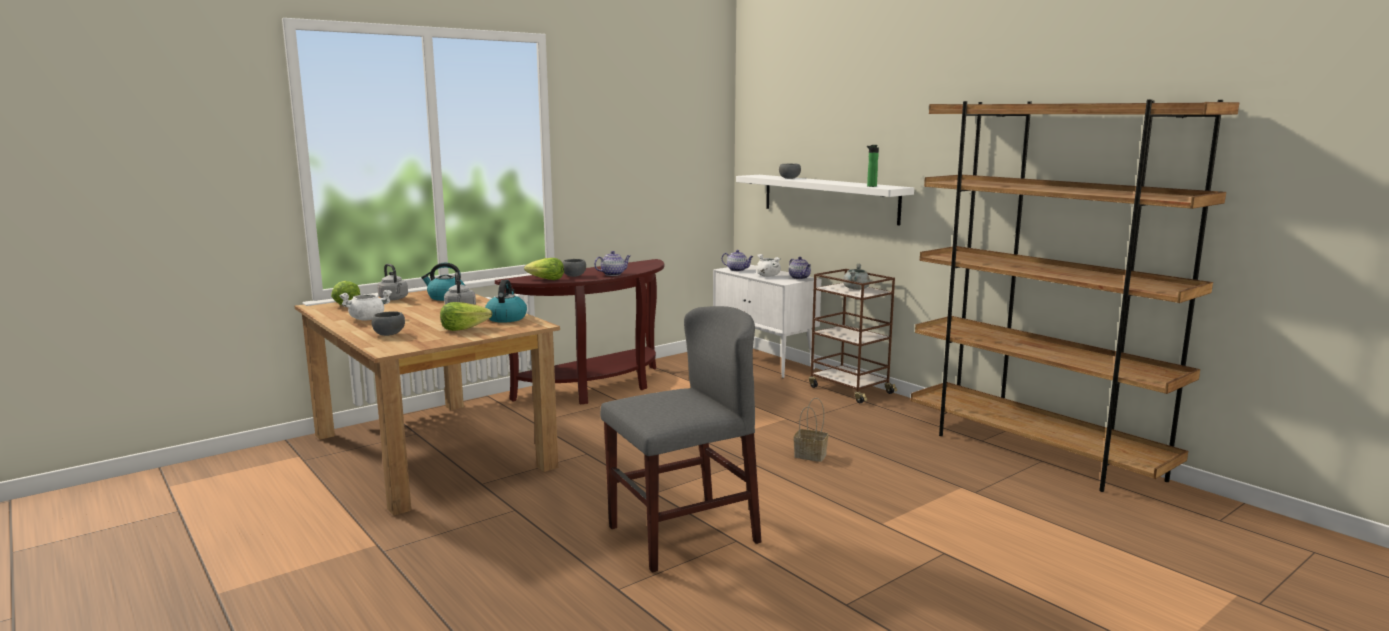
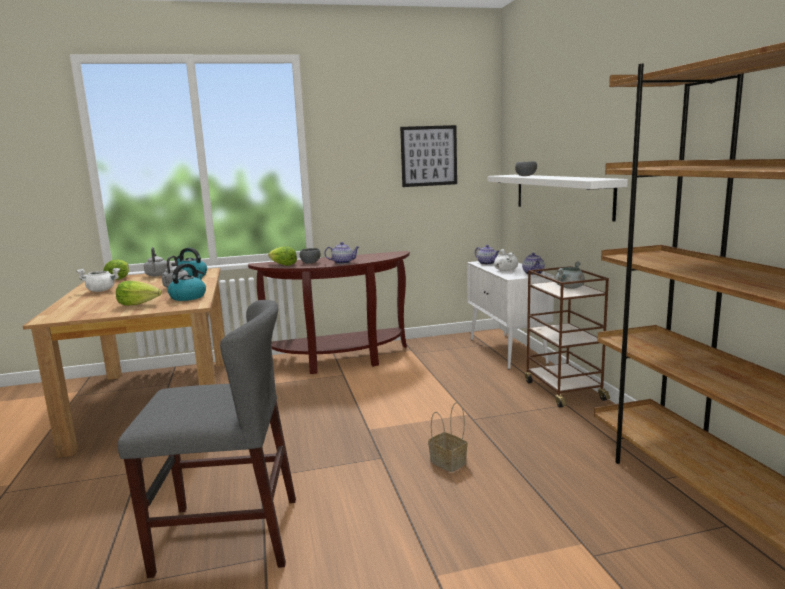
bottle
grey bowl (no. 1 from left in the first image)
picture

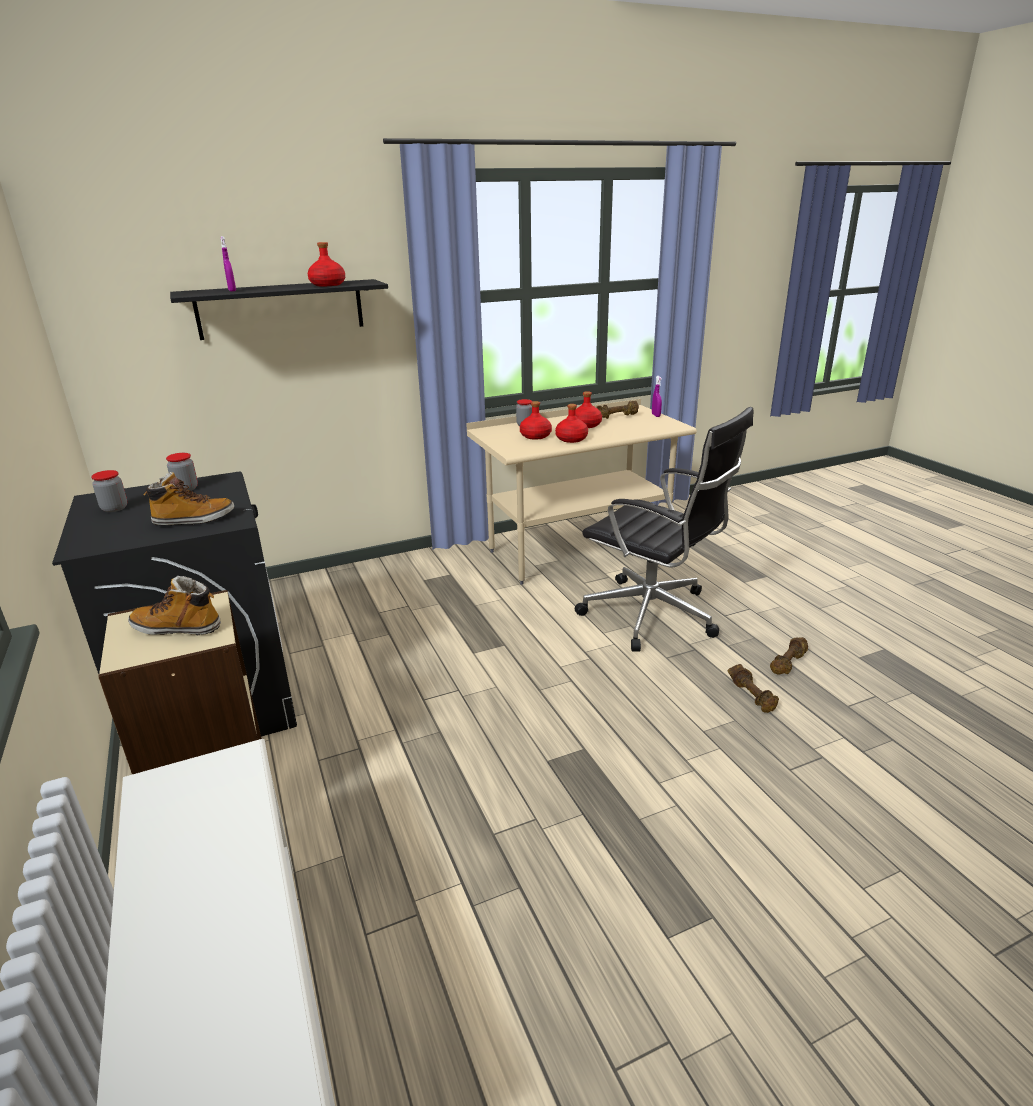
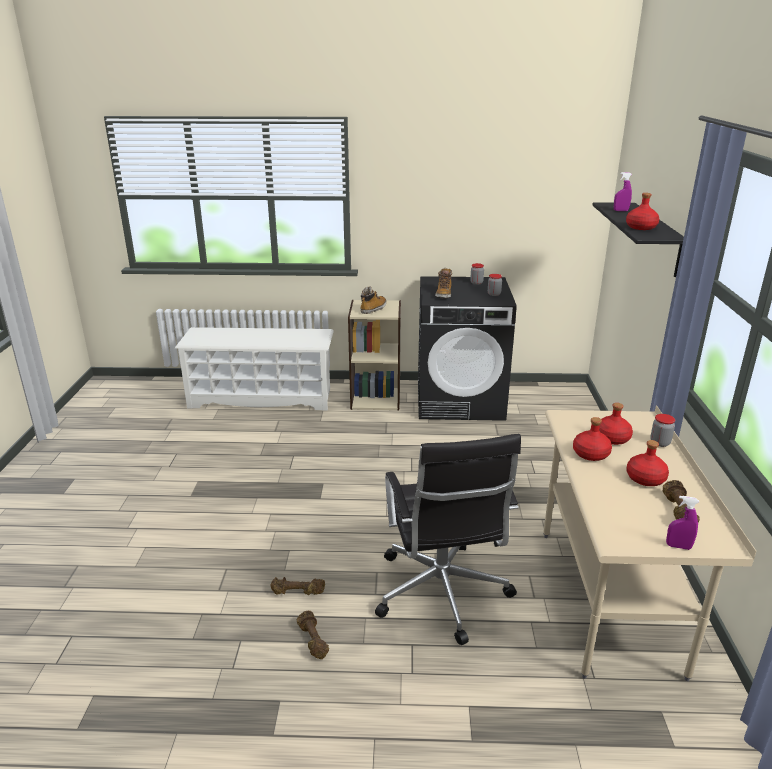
black office chair

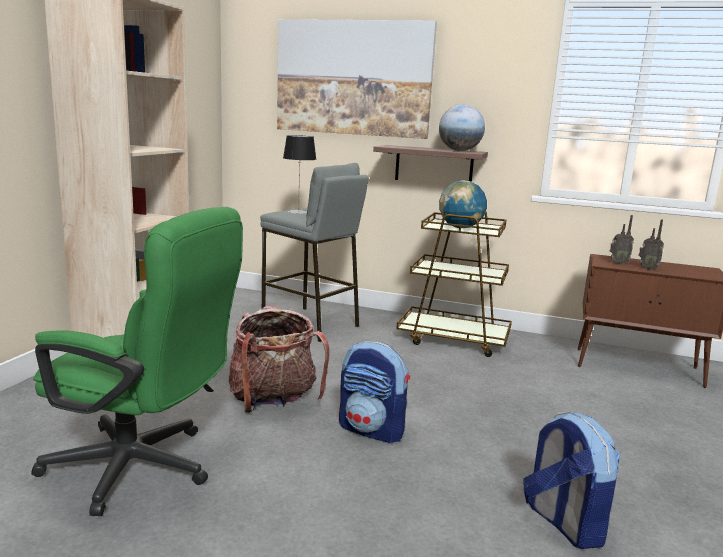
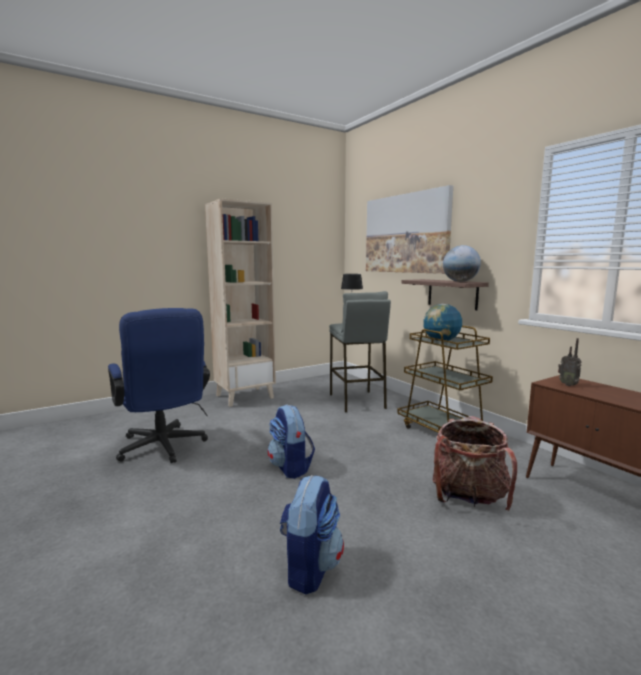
blue office chair
radio (no. 2 from left in the first image)
backpack (no. 3 from left)

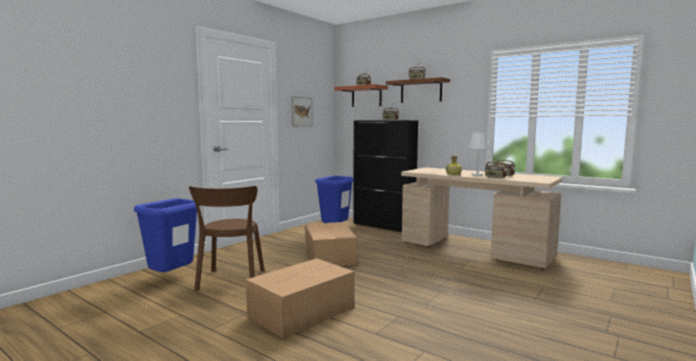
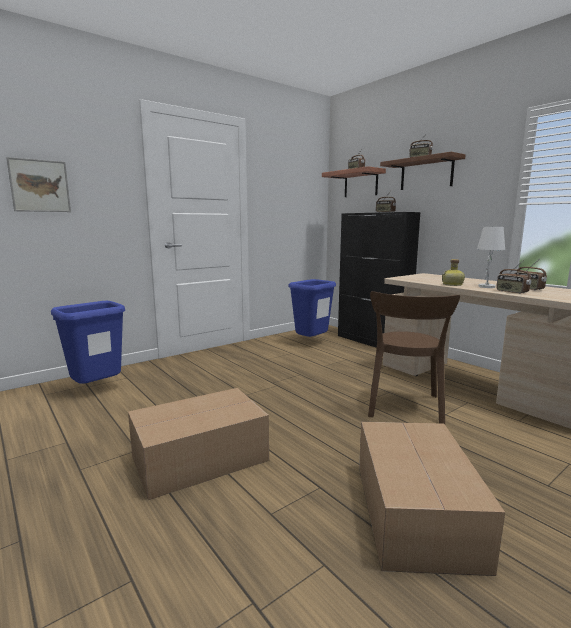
picture
brown chair
cardboard box (no. 2 from left)

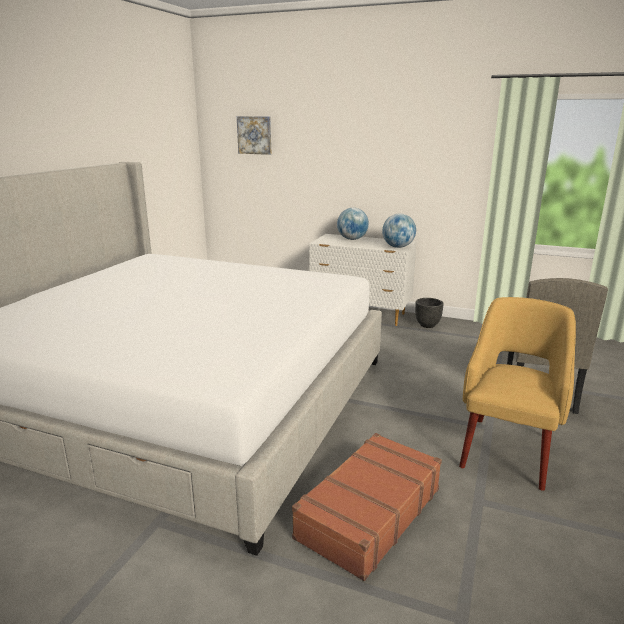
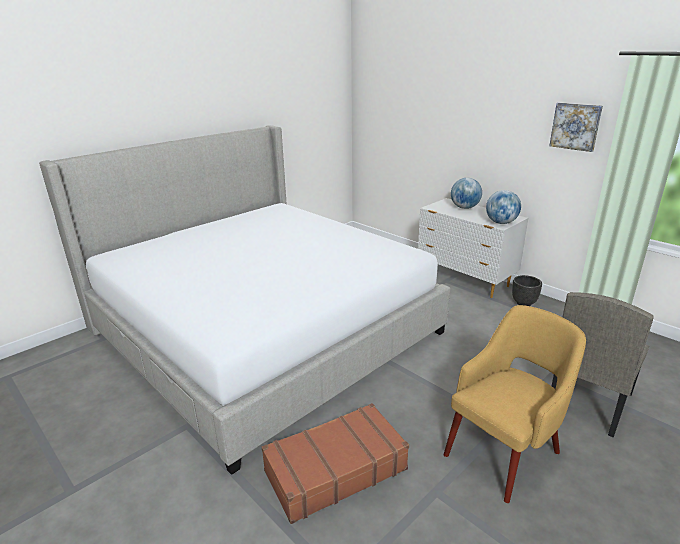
picture

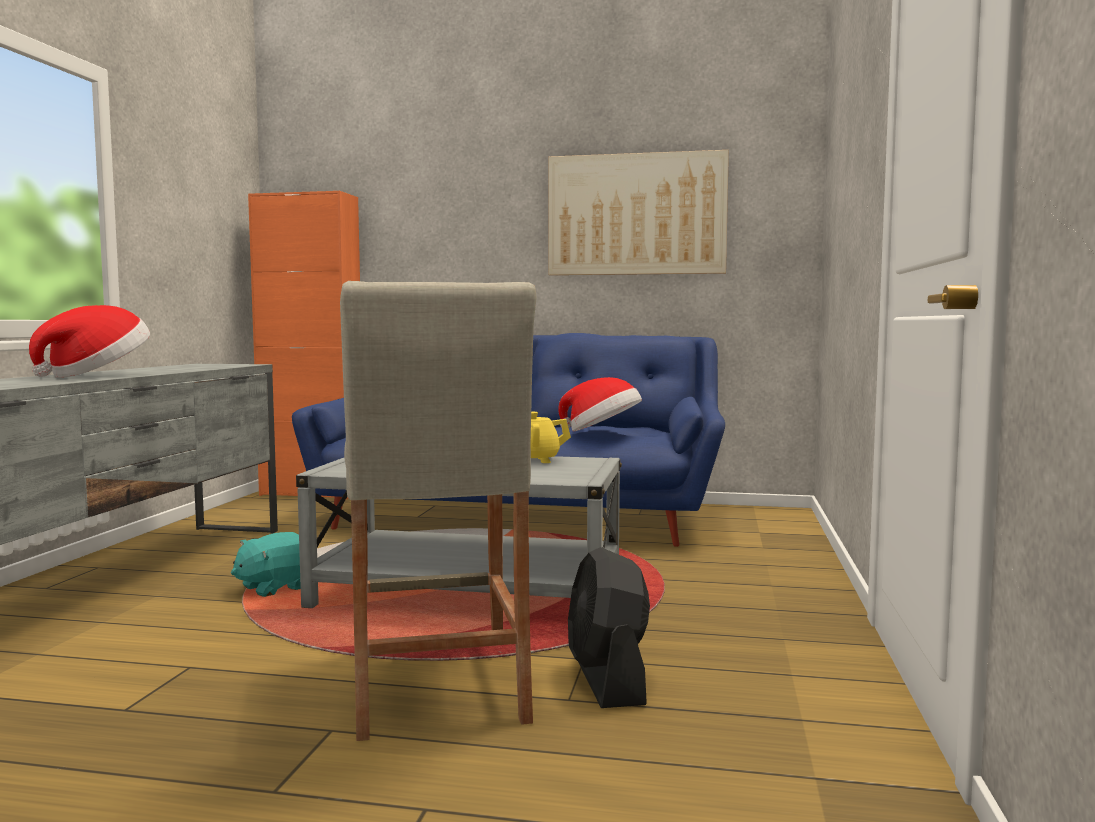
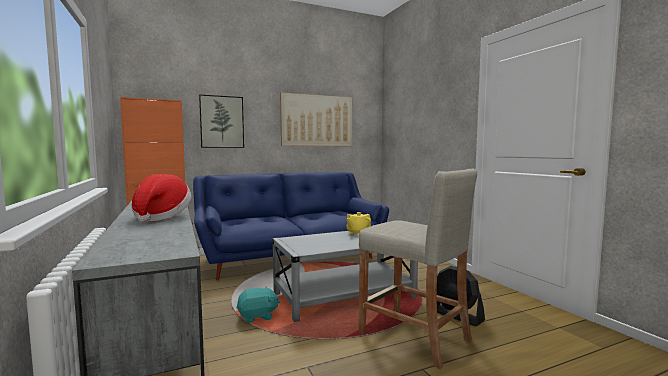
hat (no. 2 from left in the first image)
turquoise plush toy
picture (no. 1 from left)

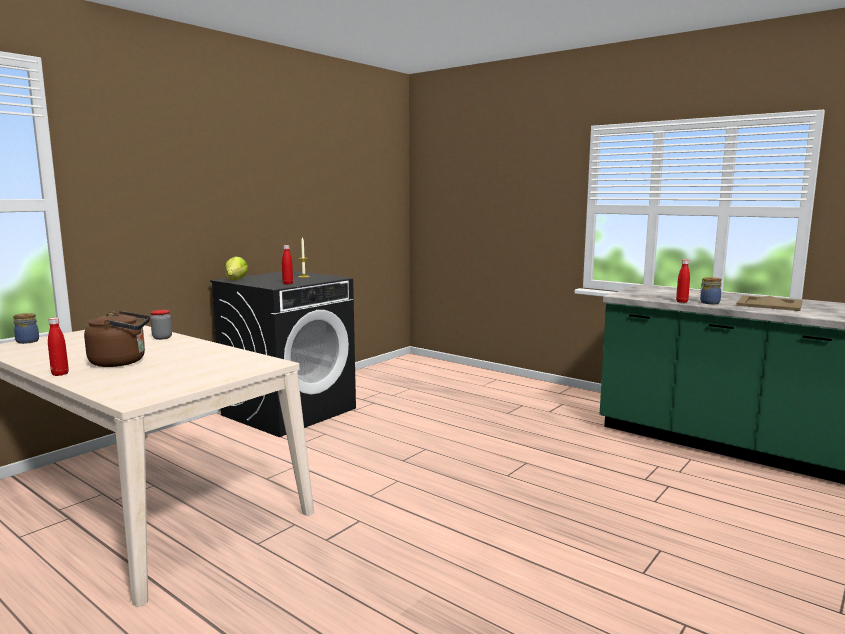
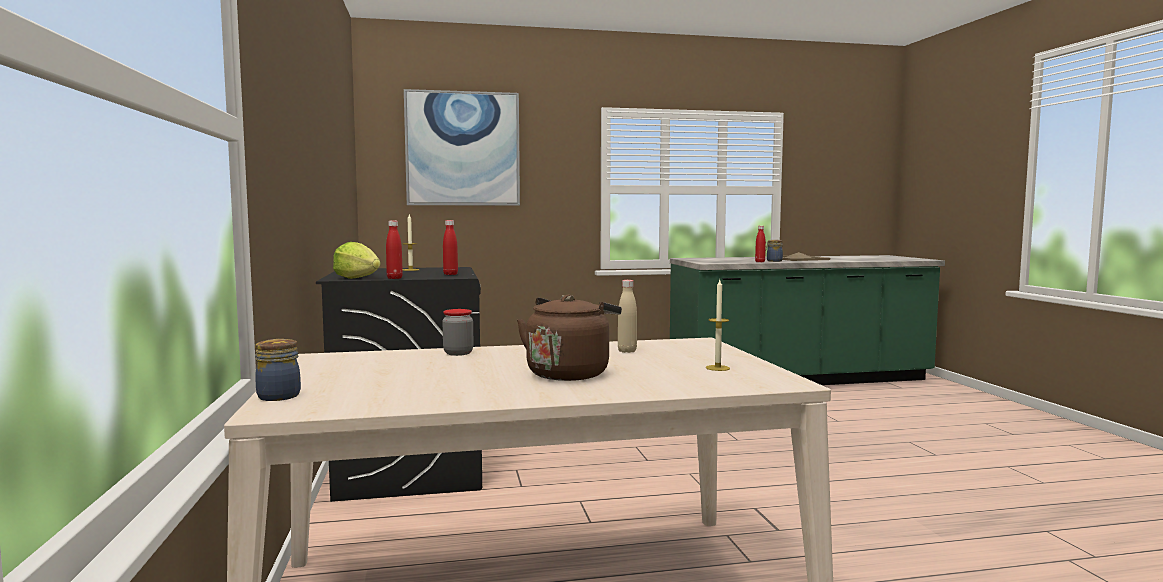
red bottle (no. 1 from left)
picture
beige bottle
candle (no. 2 from left)

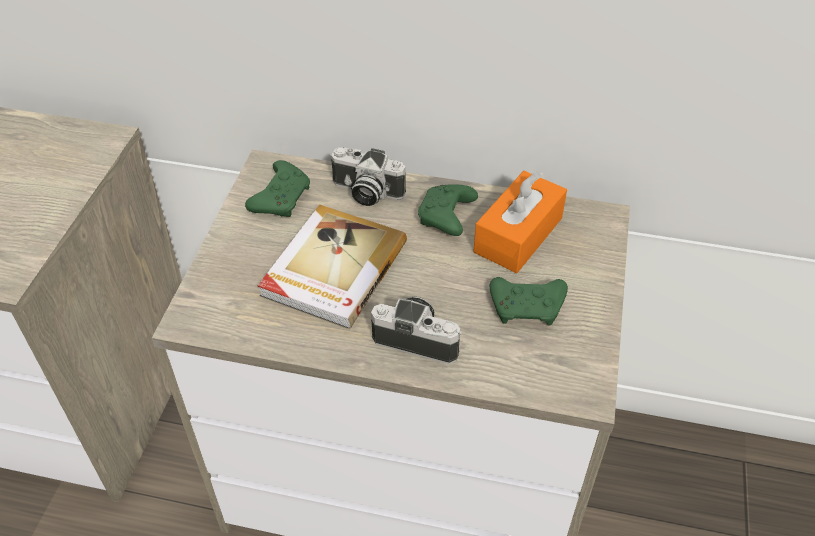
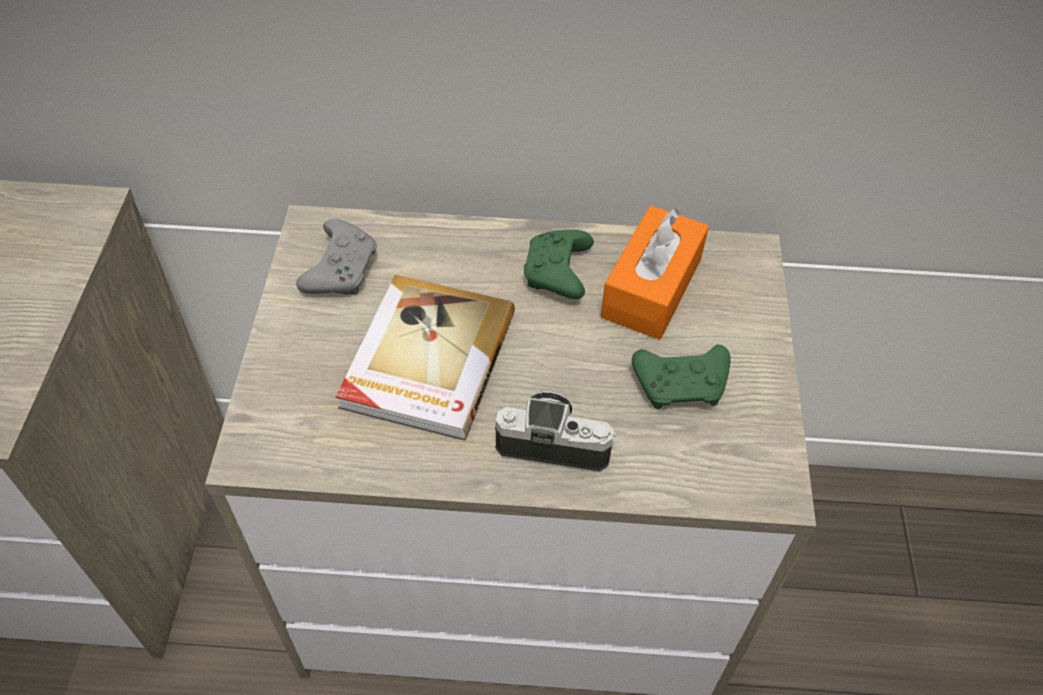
photo camera (no. 1 from left in the first image)
grey game controller

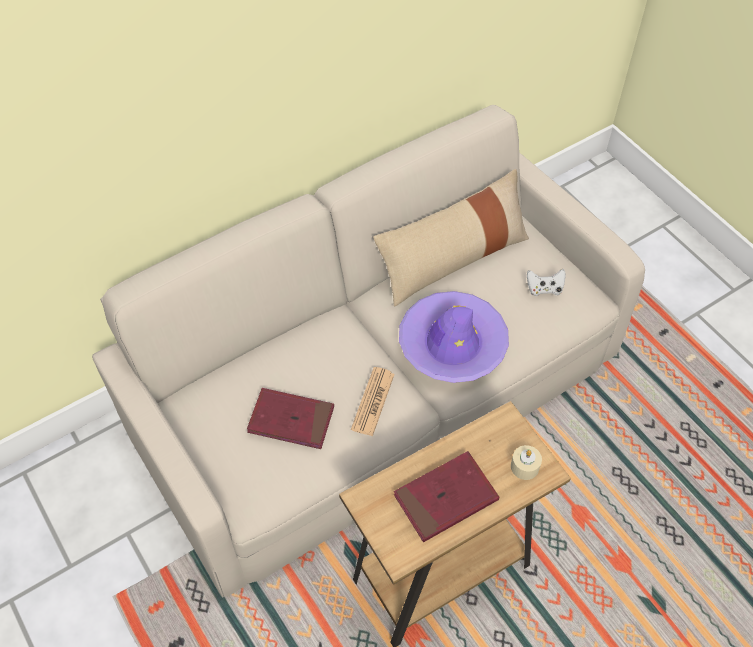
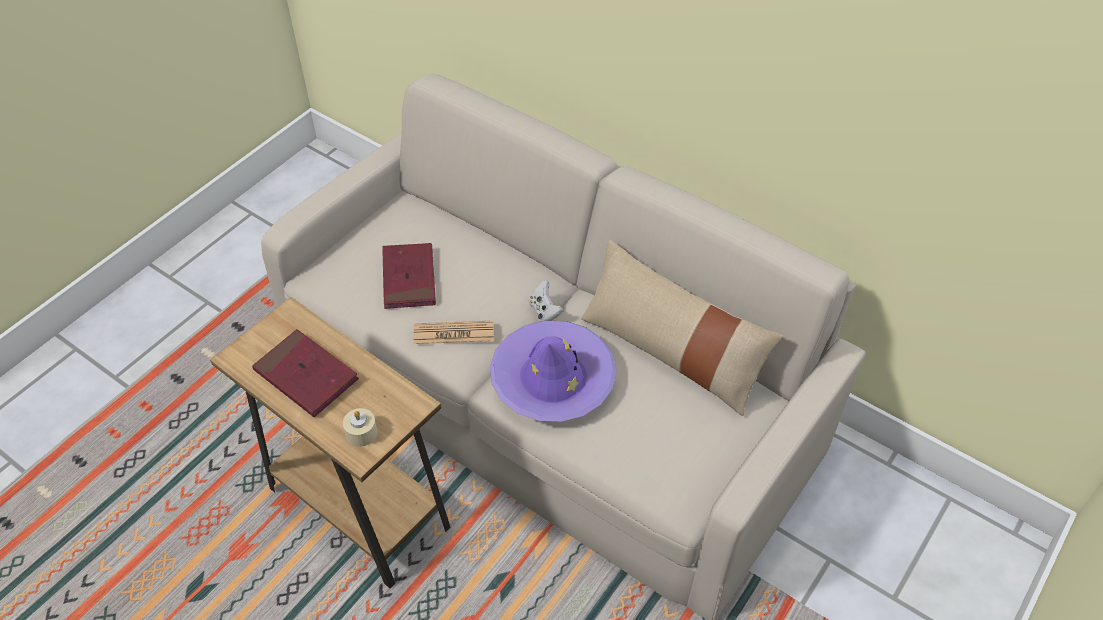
white game controller

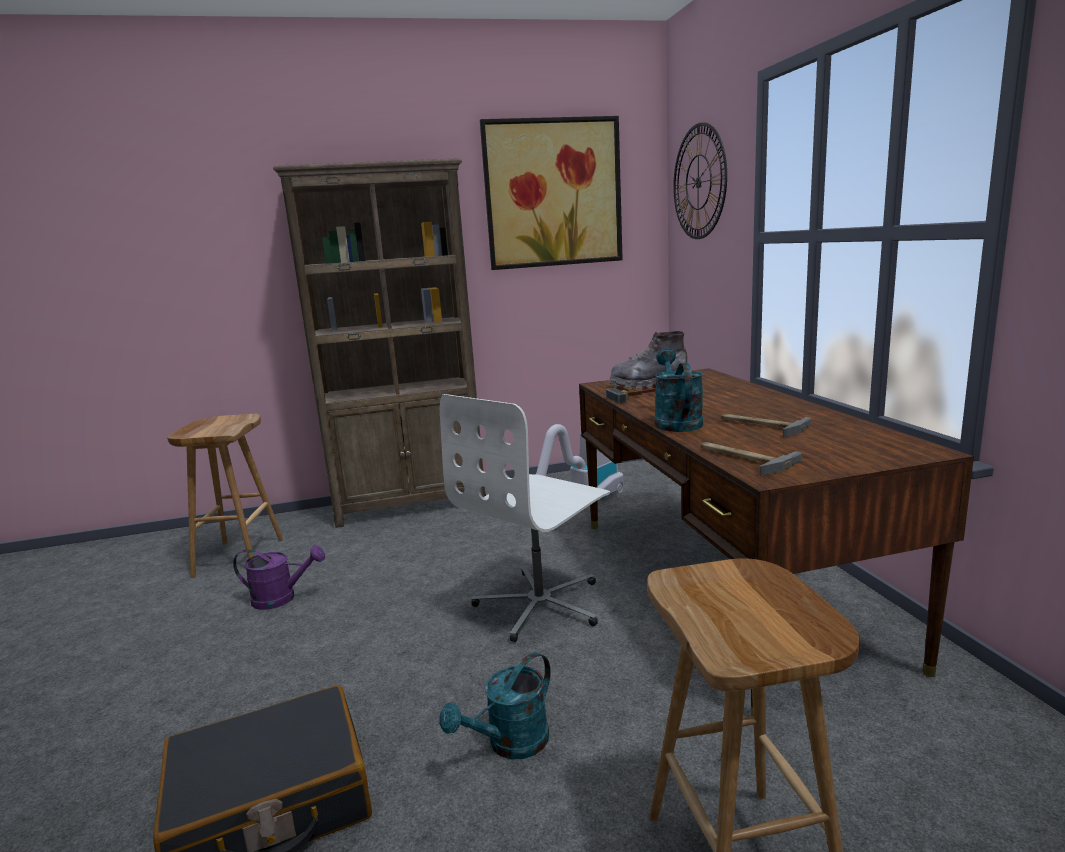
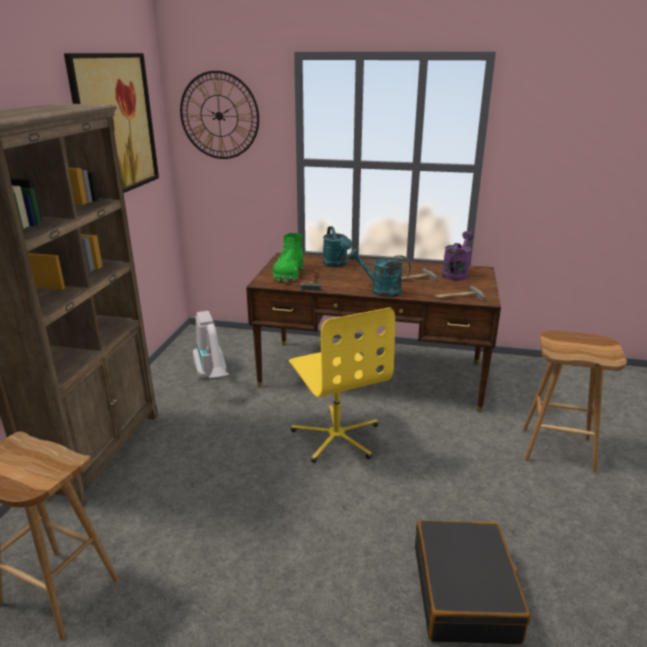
green boot
yellow office chair
purple watering can
turquoise watering can (no. 1 from left)

